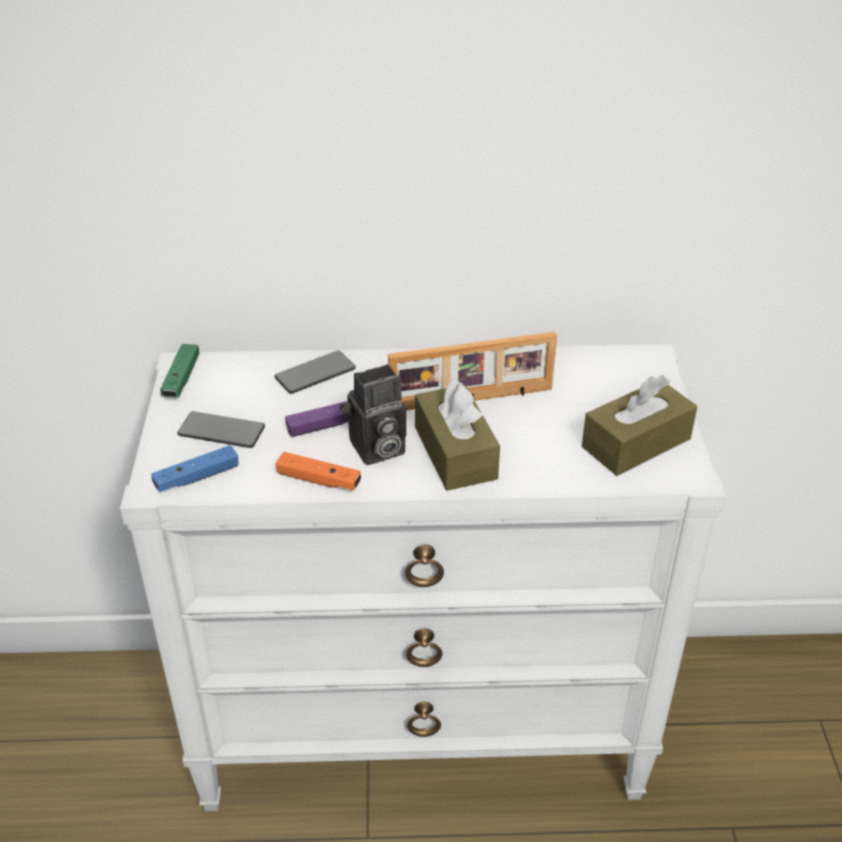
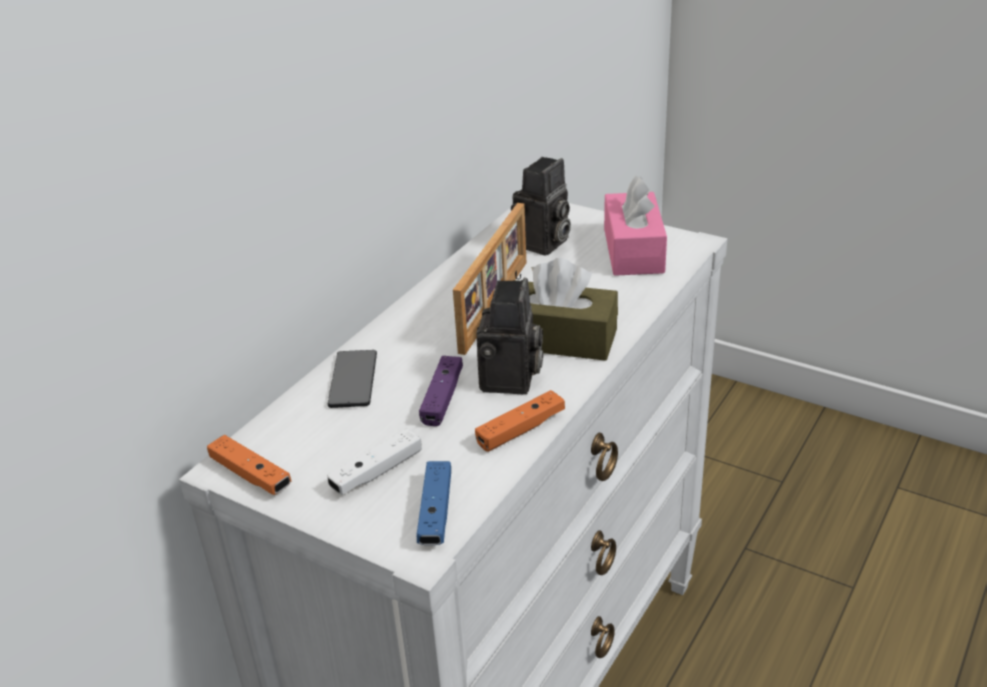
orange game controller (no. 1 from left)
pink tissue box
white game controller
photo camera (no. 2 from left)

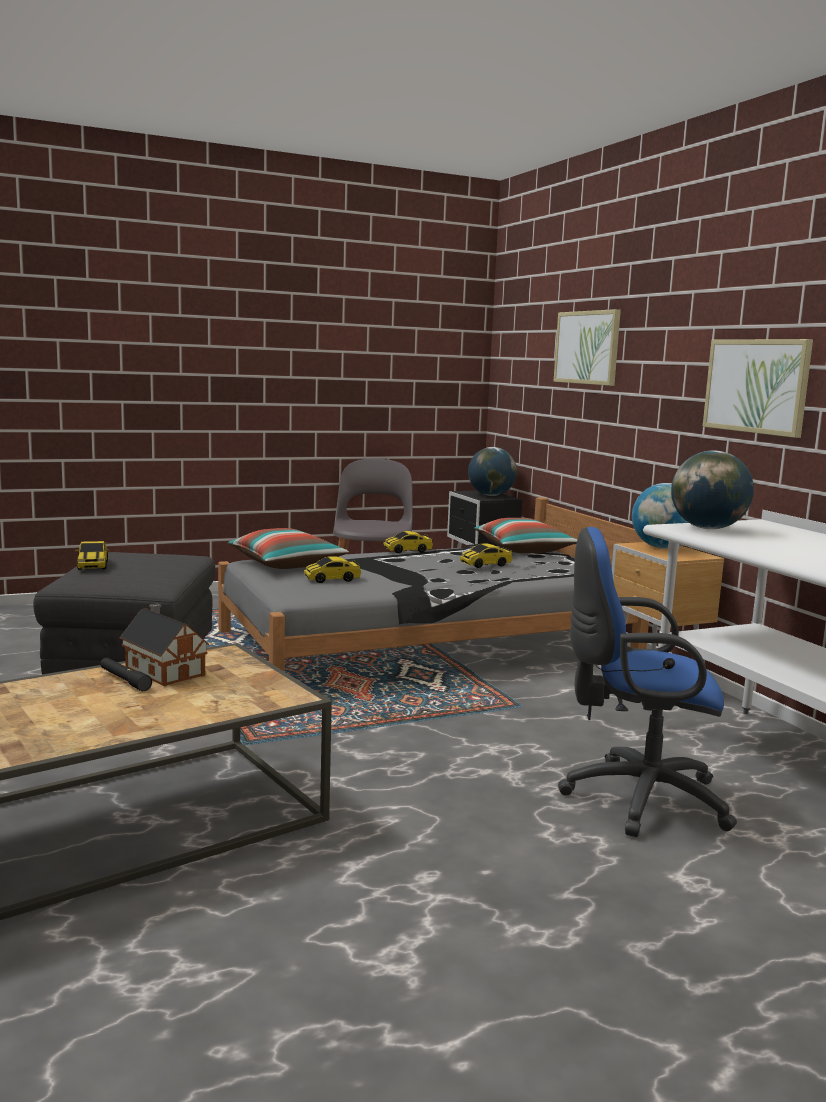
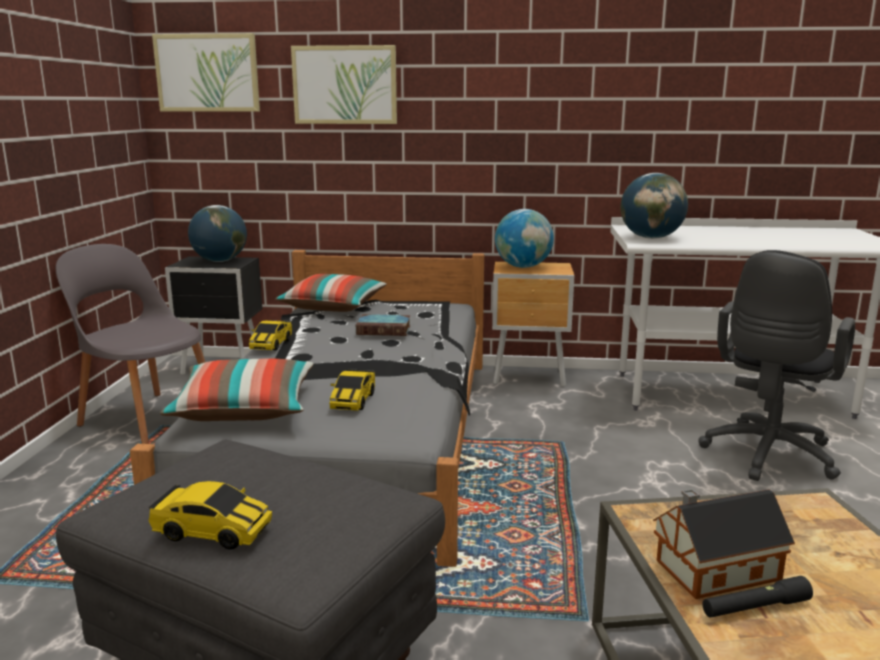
picture (no. 1 from left)
black office chair
book

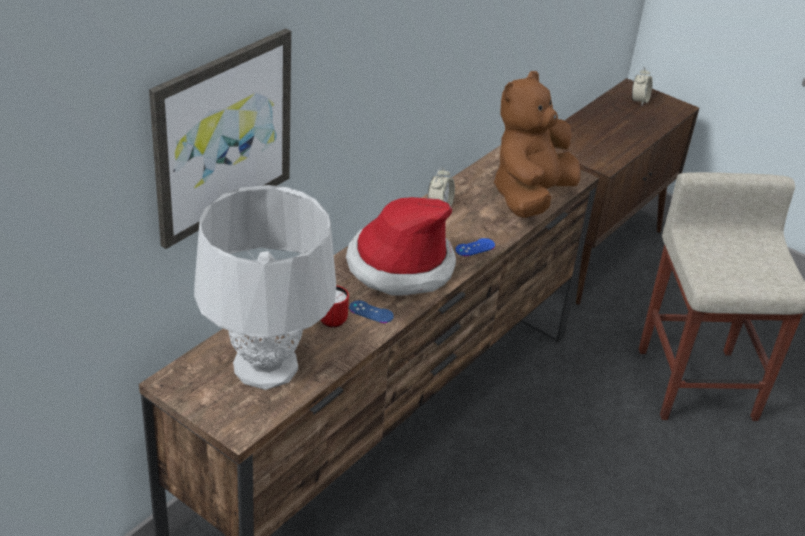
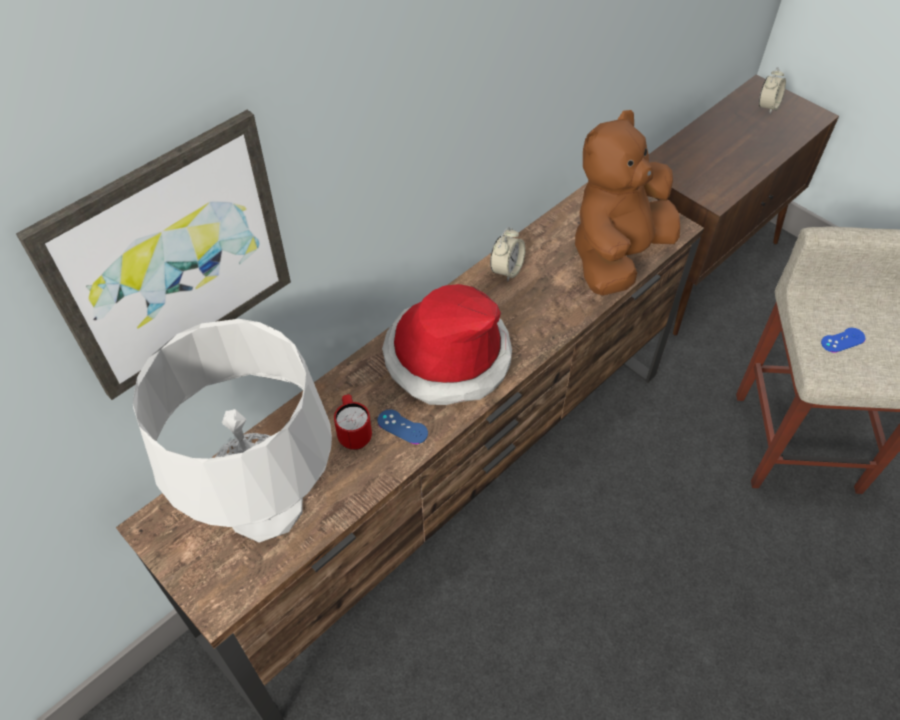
blue game controller (no. 2 from left)

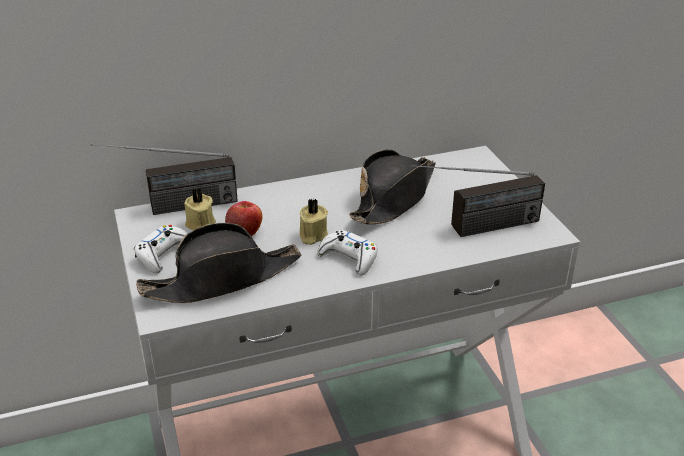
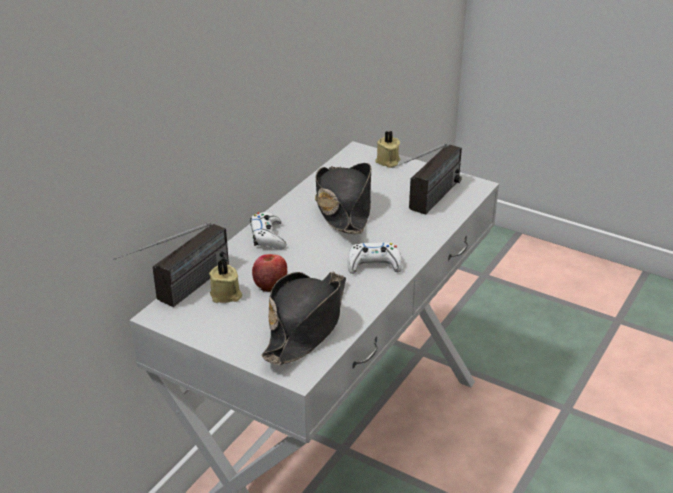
beige candle (no. 2 from left)
white game controller (no. 1 from left)

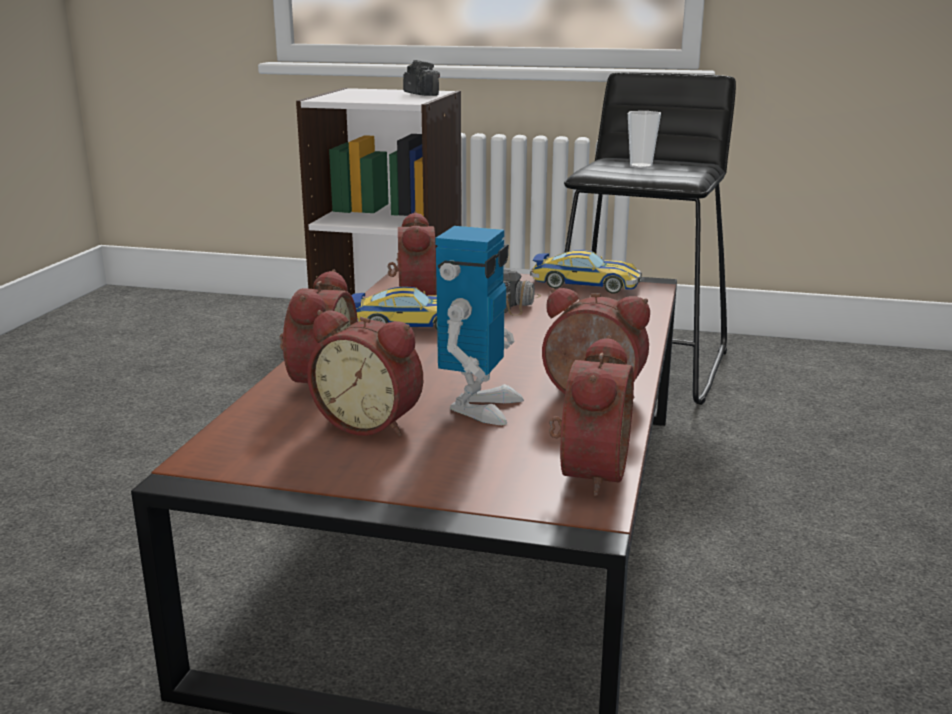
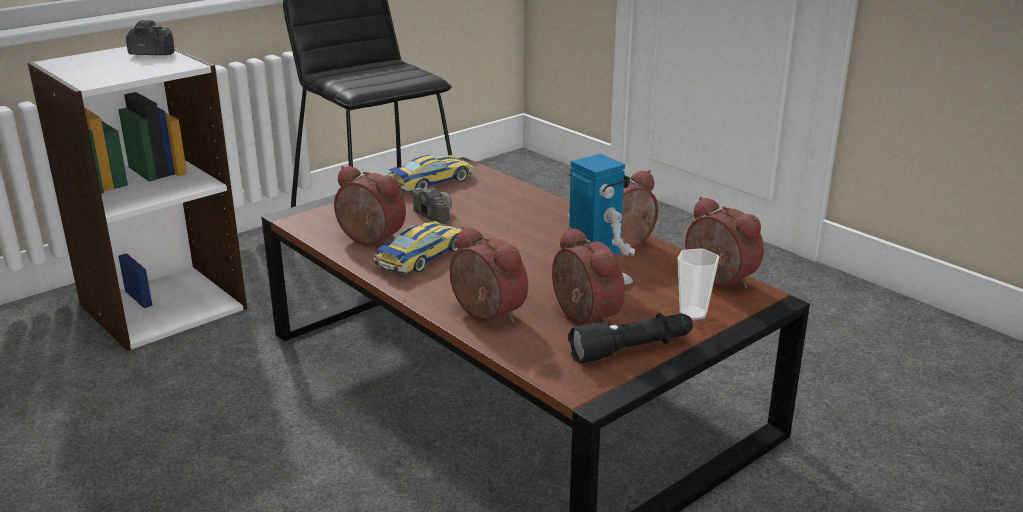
cup
alarm clock (no. 3 from left)
black flashlight

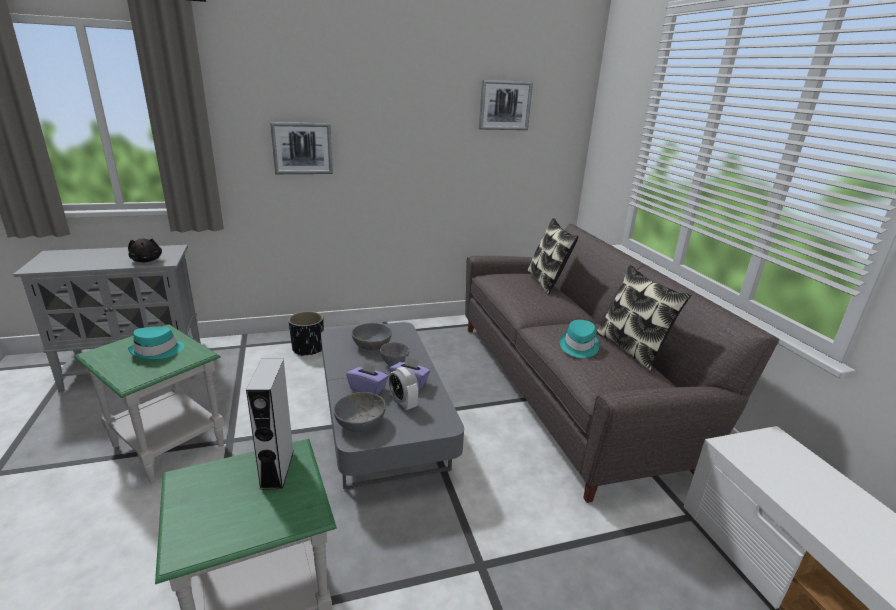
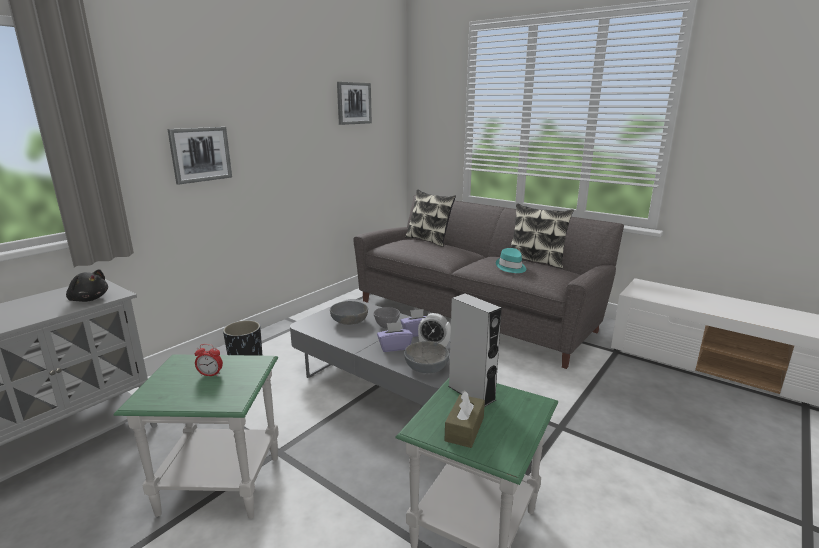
alarm clock (no. 1 from left)
brown tissue box

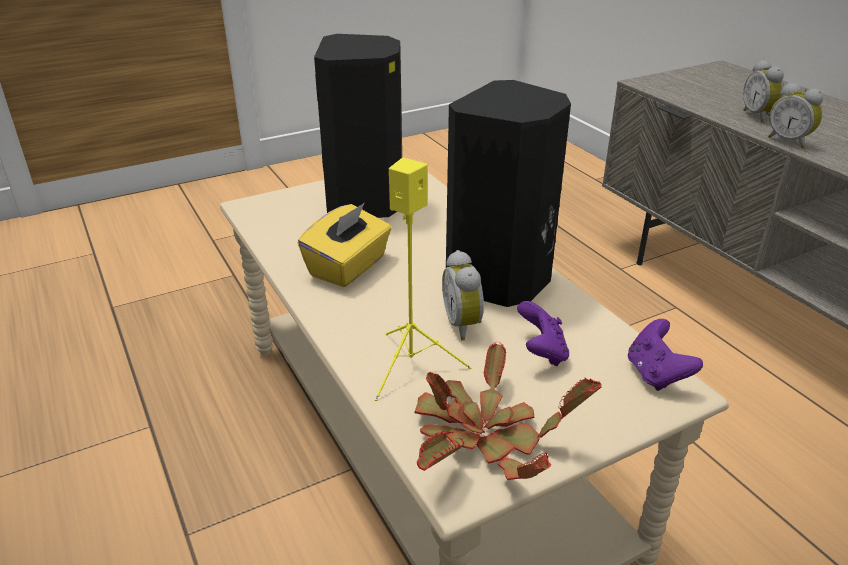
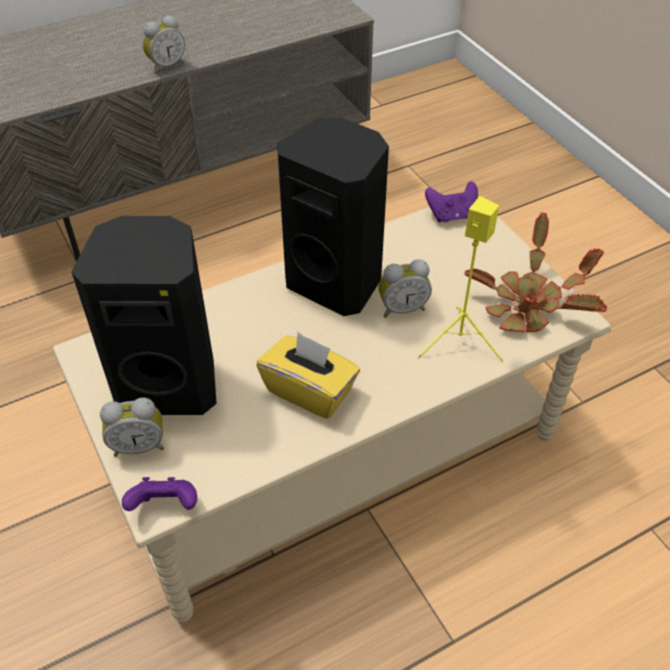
alarm clock (no. 1 from left)
purple game controller (no. 1 from left)

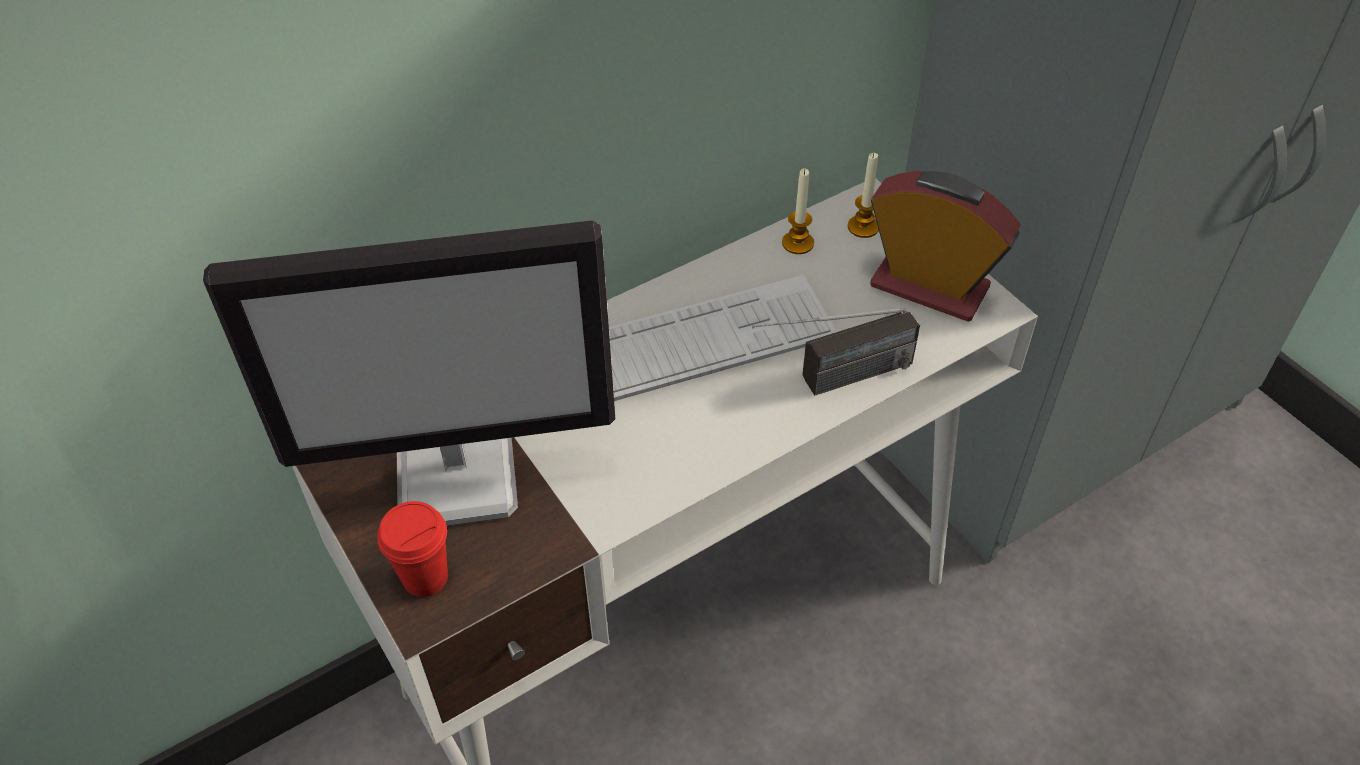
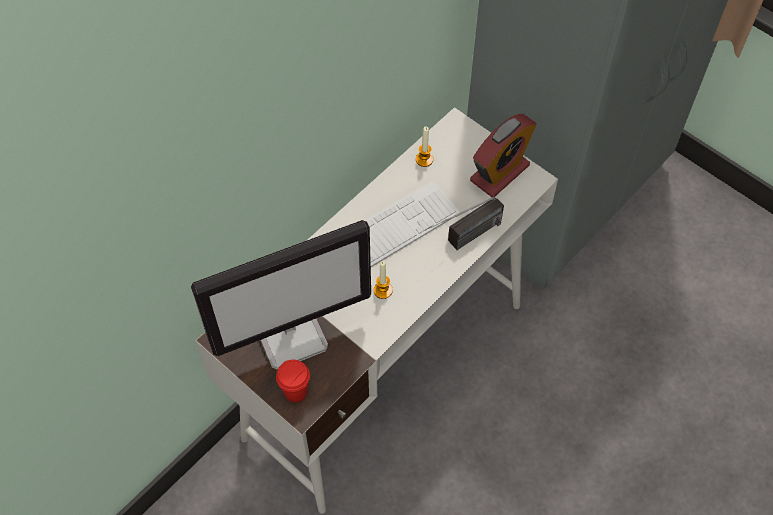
candle (no. 1 from left)
alarm clock

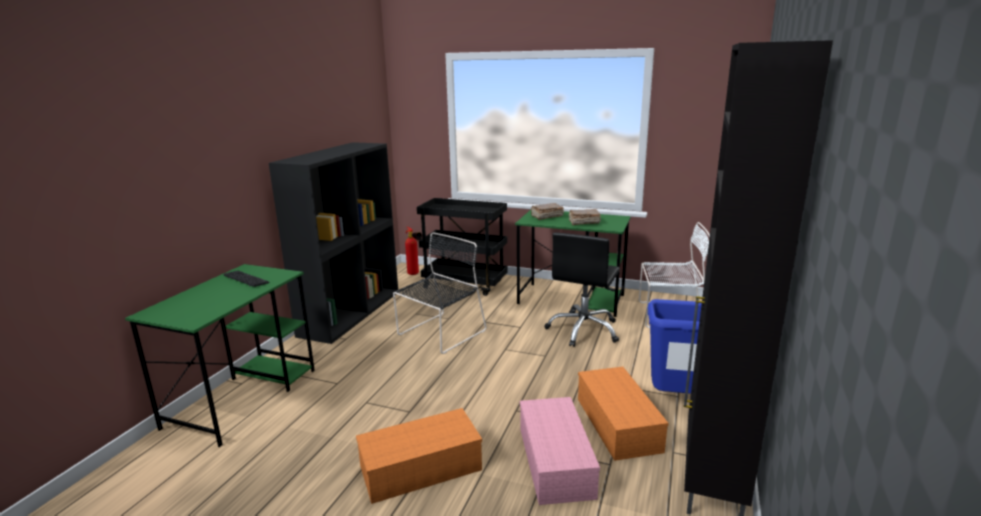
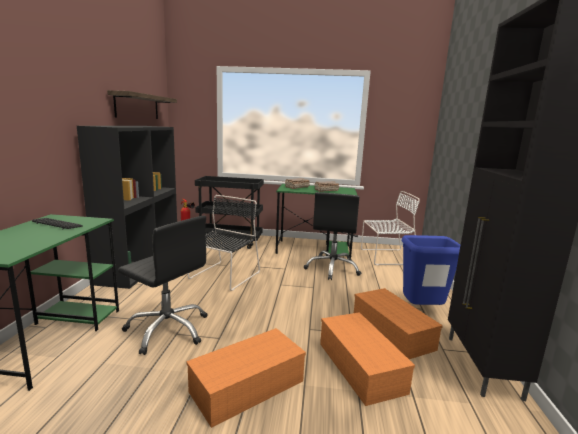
orange storage box (no. 2 from left)
shelf
black office chair (no. 1 from left)

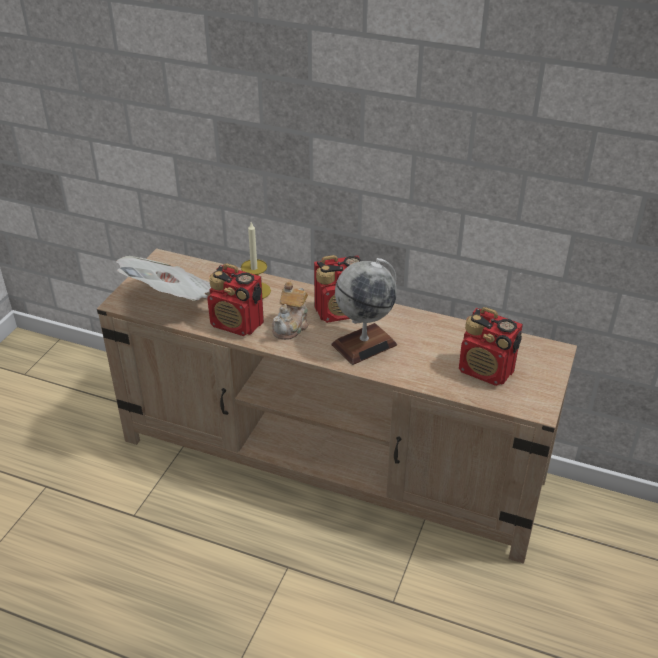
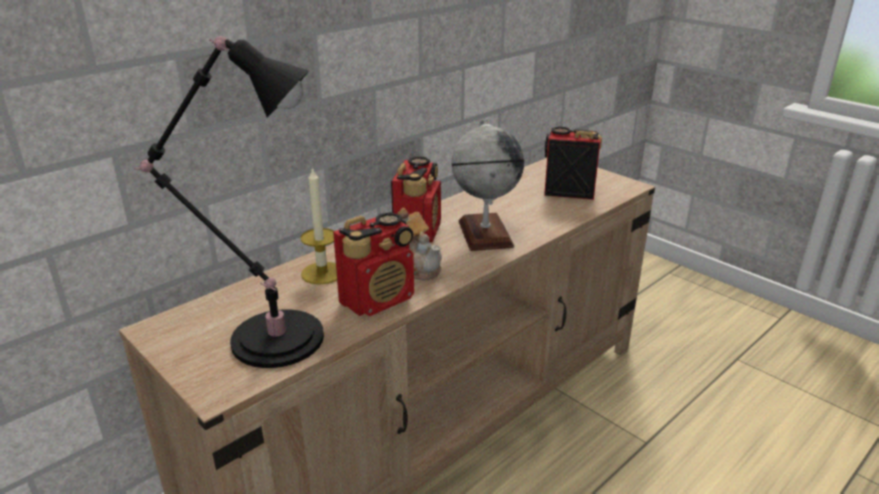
black table lamp
radio (no. 3 from left)

